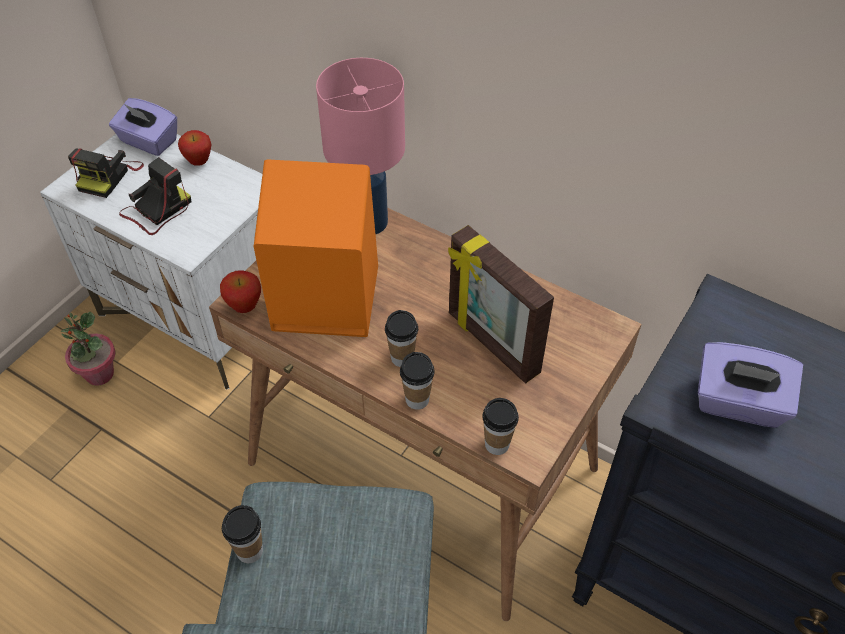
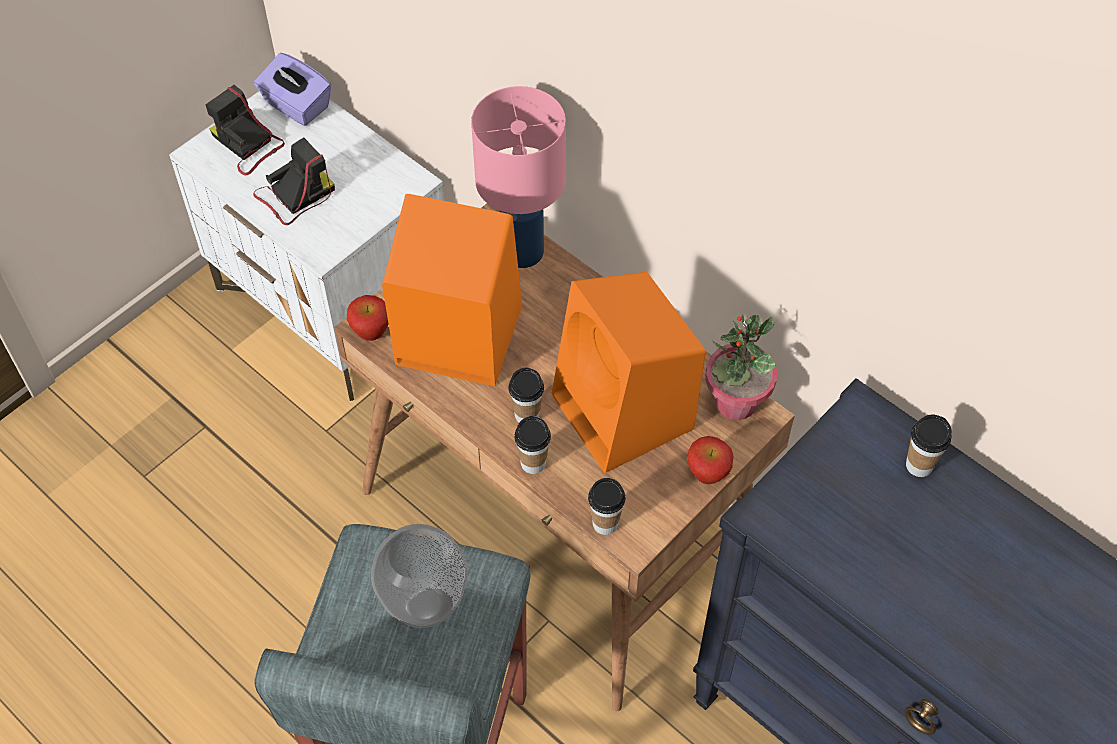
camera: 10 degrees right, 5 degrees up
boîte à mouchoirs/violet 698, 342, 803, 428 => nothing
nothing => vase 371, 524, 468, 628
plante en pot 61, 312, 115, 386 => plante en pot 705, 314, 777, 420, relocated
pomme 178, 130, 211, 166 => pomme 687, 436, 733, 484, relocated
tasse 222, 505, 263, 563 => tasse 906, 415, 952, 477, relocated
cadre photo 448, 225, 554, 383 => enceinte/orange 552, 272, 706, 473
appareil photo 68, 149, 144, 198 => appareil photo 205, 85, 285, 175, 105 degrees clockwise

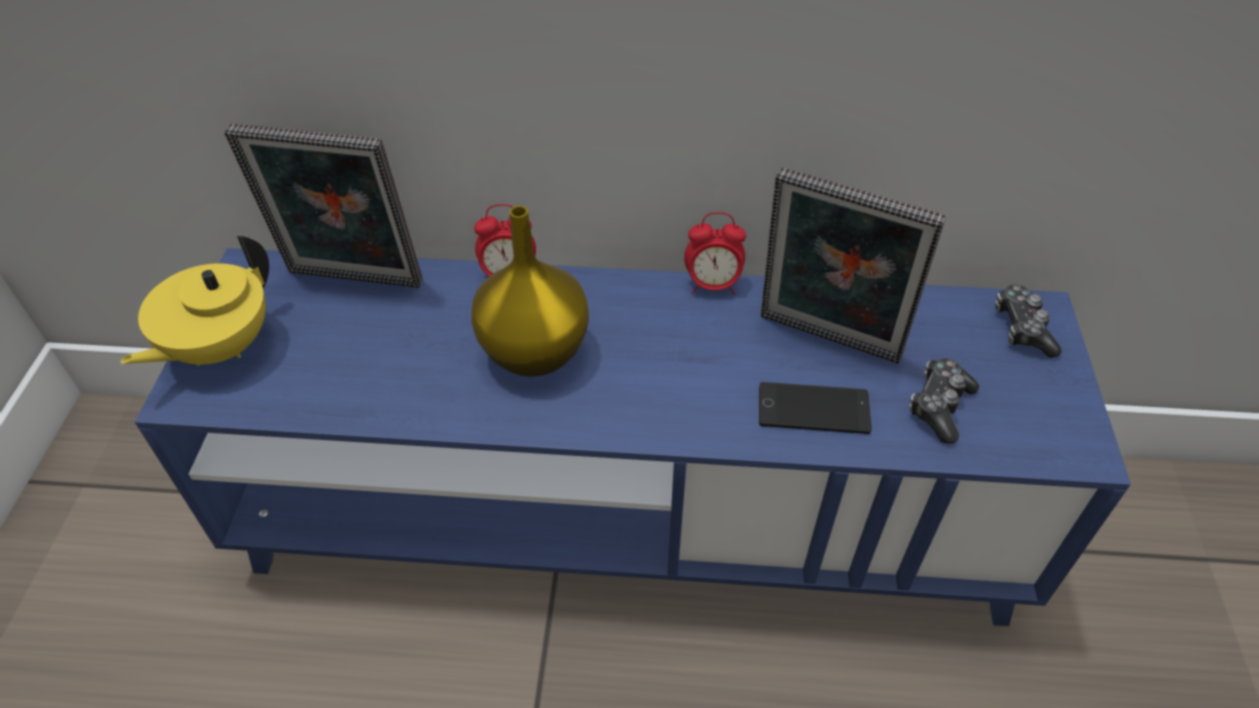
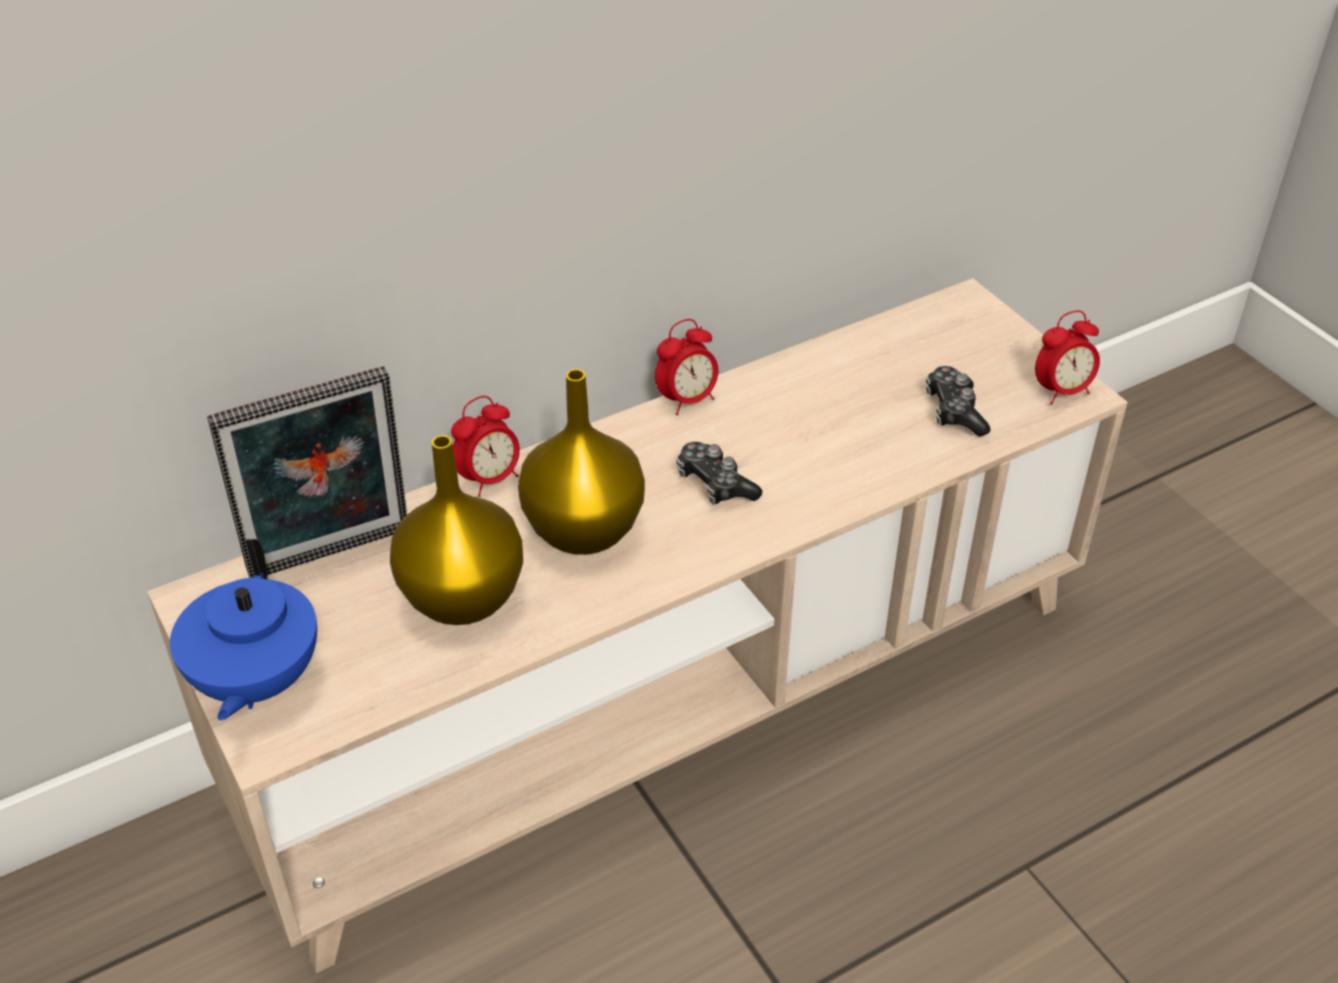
camera: 35 degrees left, 5 degrees down
téléphone 759, 382, 872, 434 => nothing
cadre photo 761, 167, 946, 364 => nothing
nothing => vase/jaune 390, 435, 523, 625
nothing => réveil 1035, 310, 1100, 405
manette 995, 284, 1062, 358 => manette 676, 442, 762, 504, relocated
théière/jaune 120, 236, 269, 366 => théière/bleu 170, 539, 317, 721
meuble télé/bleu 135, 248, 1131, 626 => meuble télé/beige 147, 278, 1128, 973

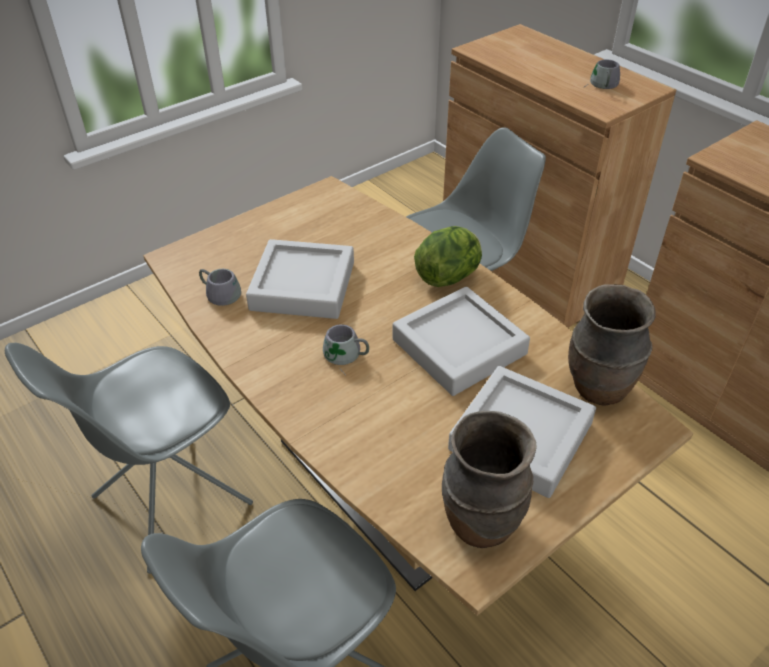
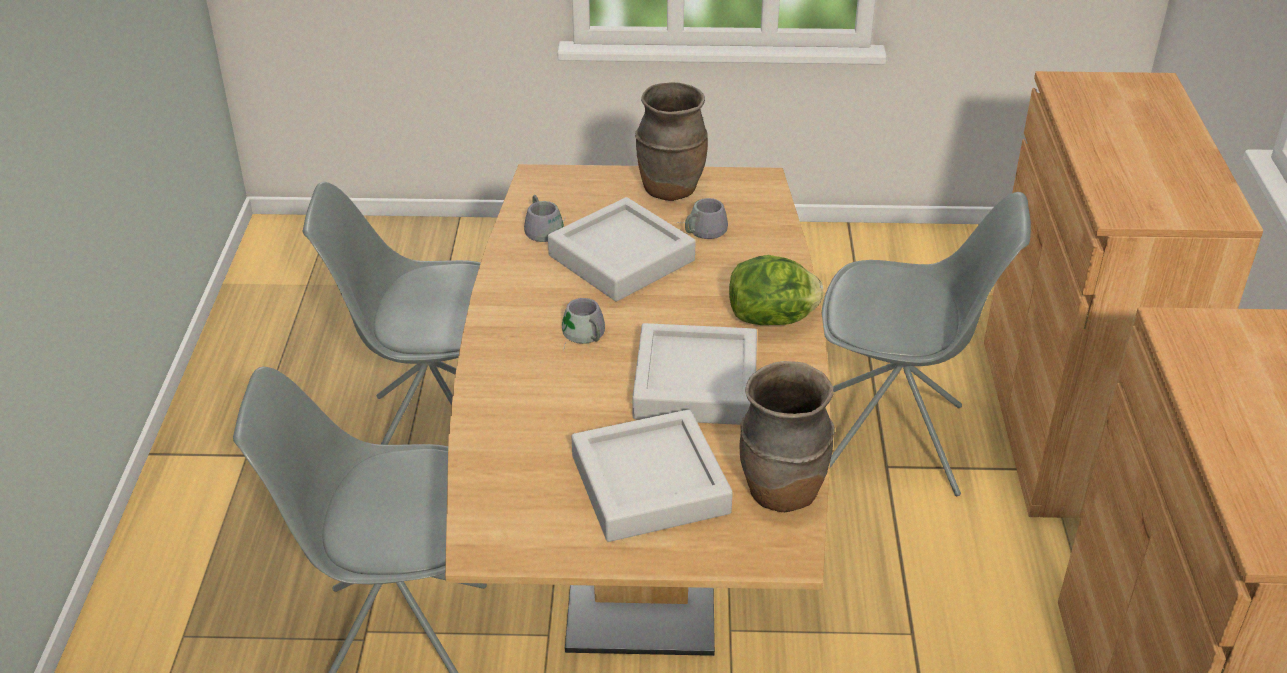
camera: 40 degrees right, 5 degrees down
vase/marron 442, 411, 537, 548 => vase/marron 635, 82, 708, 201, relocated
mug/gris 584, 59, 620, 89 => mug/gris 676, 198, 728, 239, relocated

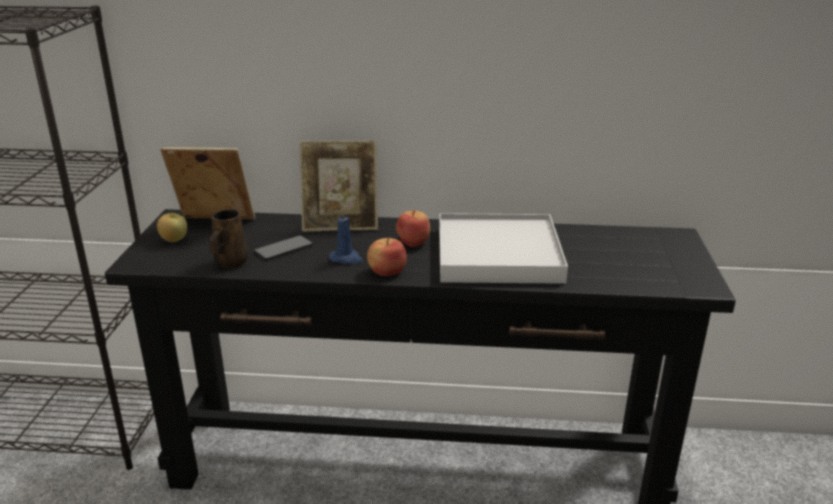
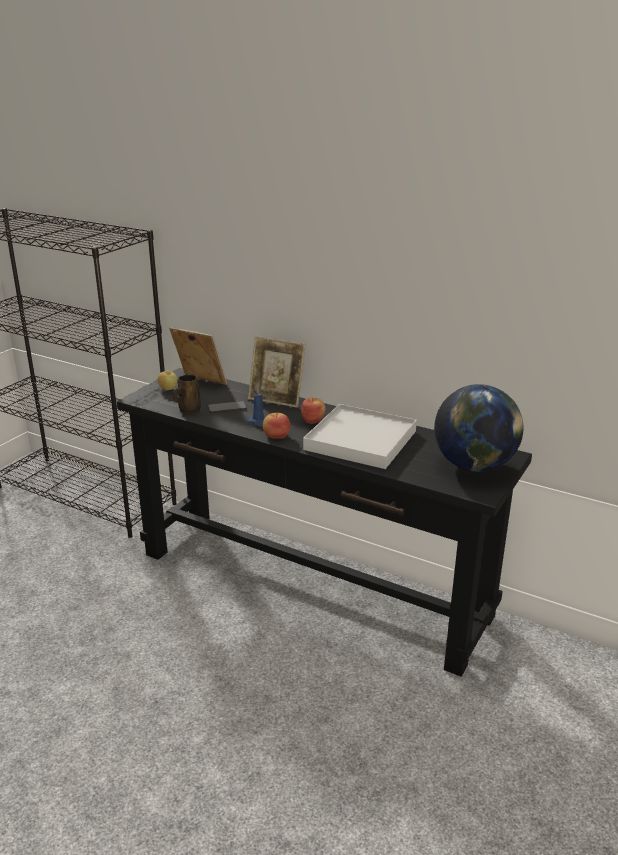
camera: 25 degrees right, 0 degrees up
nothing => globe 434, 384, 523, 472

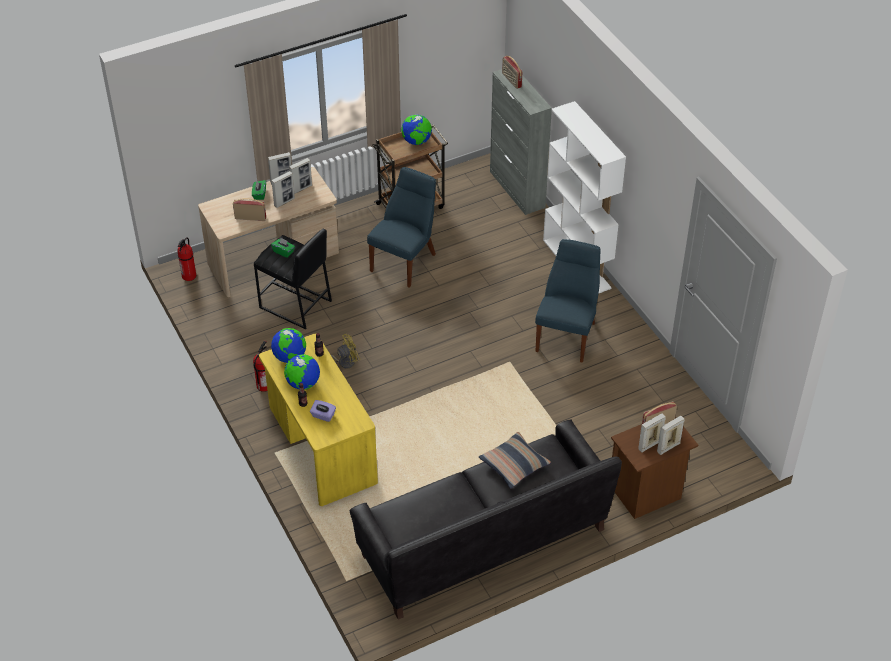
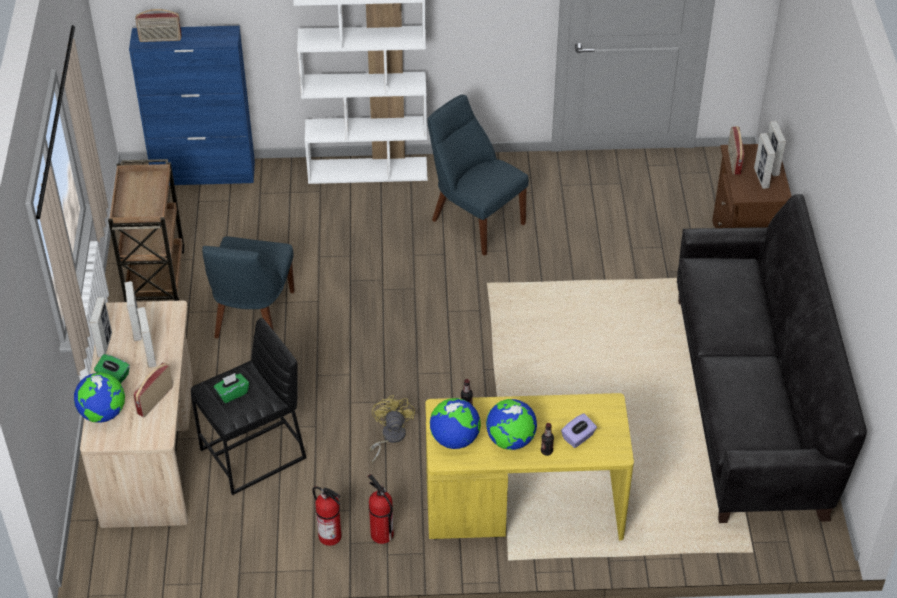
camera: 65 degrees left, 0 degrees up
coussin 479, 432, 551, 489 => nothing
extincteur 177, 237, 196, 281 => extincteur 312, 486, 341, 546, relocated
globe 401, 114, 432, 145 => globe 74, 372, 125, 423, relocated
meuble de rangement/gris 490, 69, 552, 215 => meuble de rangement/bleu 129, 26, 255, 185
chaise/bleu 367, 167, 436, 288 => chaise/bleu 202, 236, 295, 338, 135 degrees counterclockwise

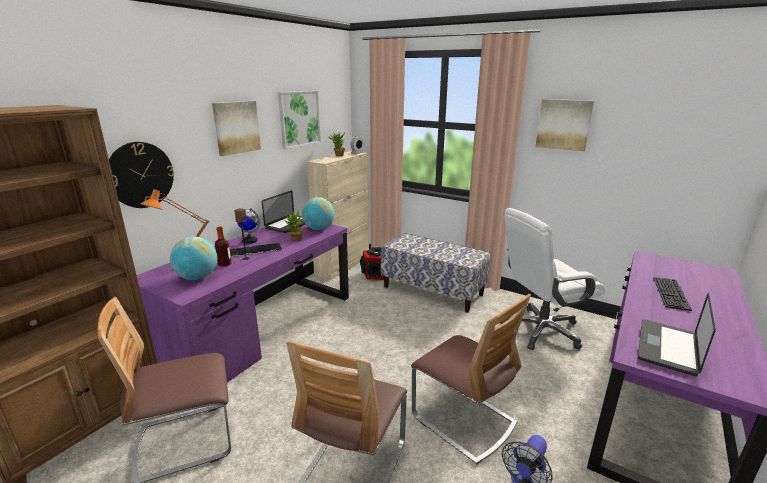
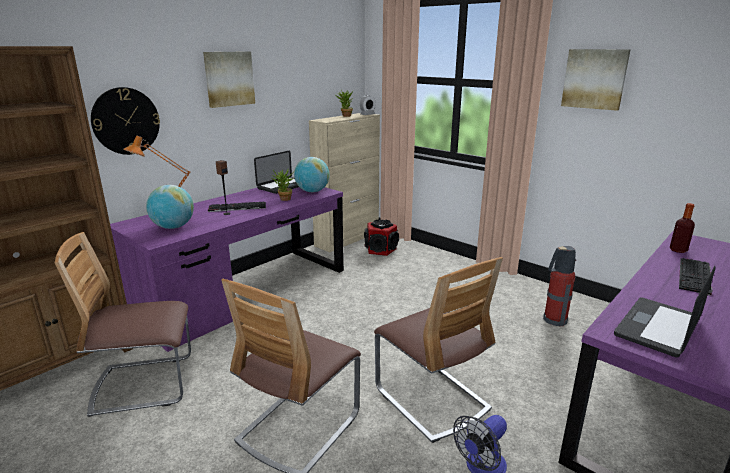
camera: 10 degrees right, 0 degrees up
globe 237, 208, 260, 244 => nothing
tableau 278, 91, 321, 150 => nothing
banc 381, 233, 490, 312 => nothing
bouteille 215, 227, 232, 267 => bouteille 670, 203, 695, 253, relocated
chaise de bureau/blanc 501, 208, 605, 350 => extincteur 543, 246, 577, 327

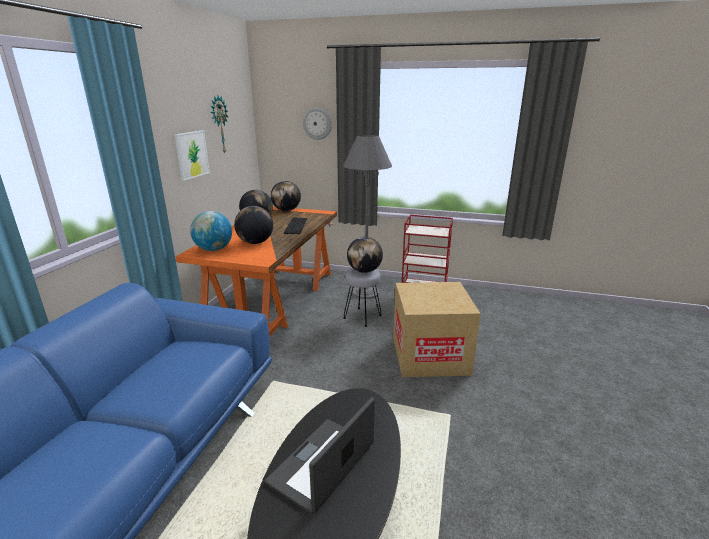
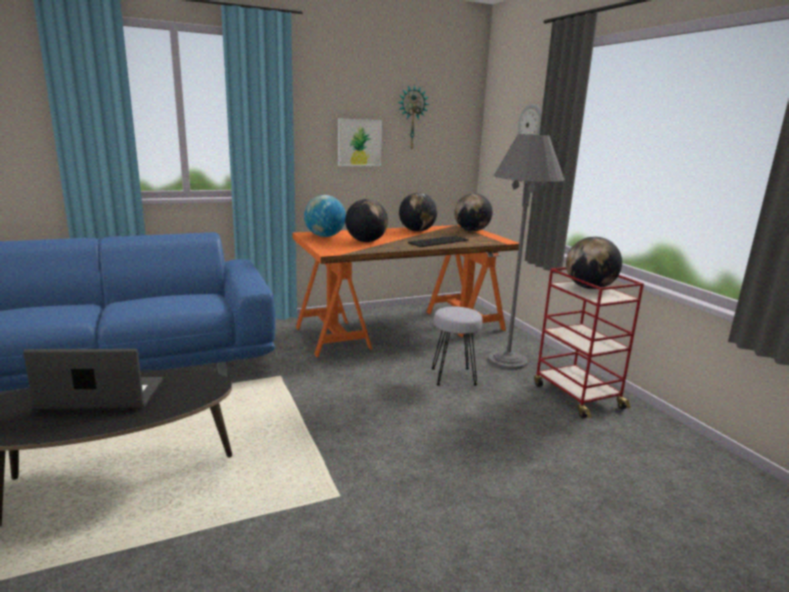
camera: 50 degrees right, 5 degrees down
carton 393, 282, 481, 377 => nothing
globe 347, 237, 383, 273 => globe 566, 237, 622, 289, relocated

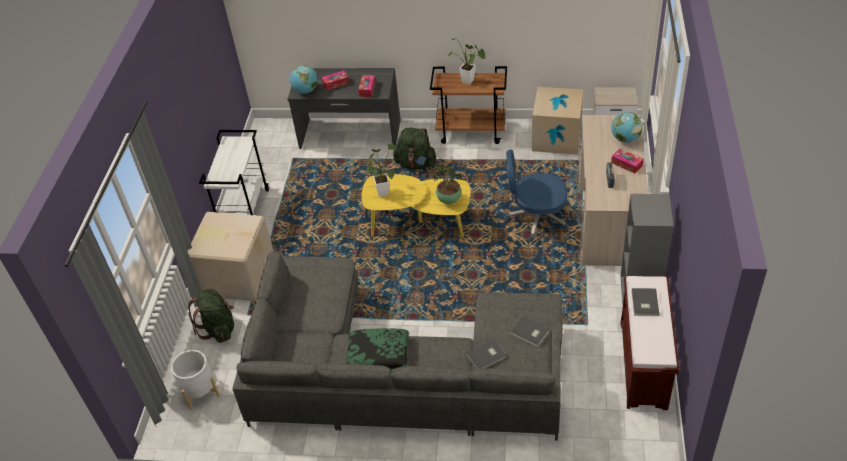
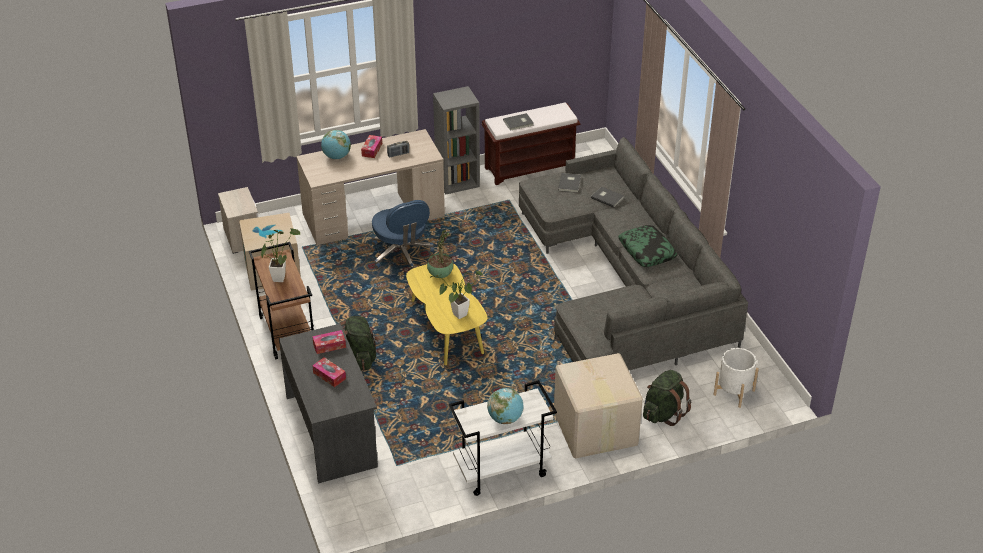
camera: 120 degrees left, 5 degrees down
globe 290, 65, 318, 93 => globe 487, 388, 523, 424, relocated

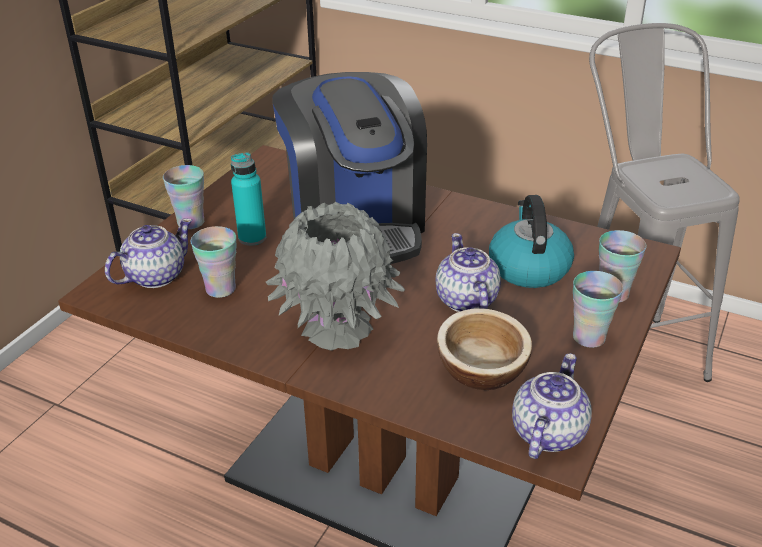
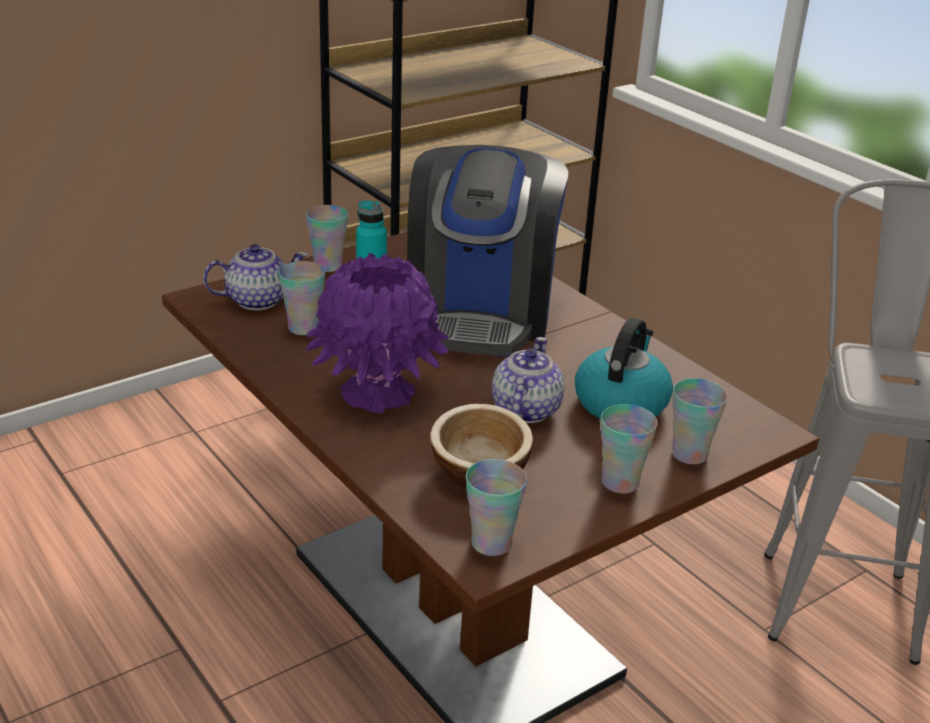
camera: 25 degrees right, 5 degrees down
théière 512, 353, 592, 459 => tasse 466, 459, 527, 556
vase/gris 266, 202, 405, 351 => vase/violet 305, 253, 450, 413

